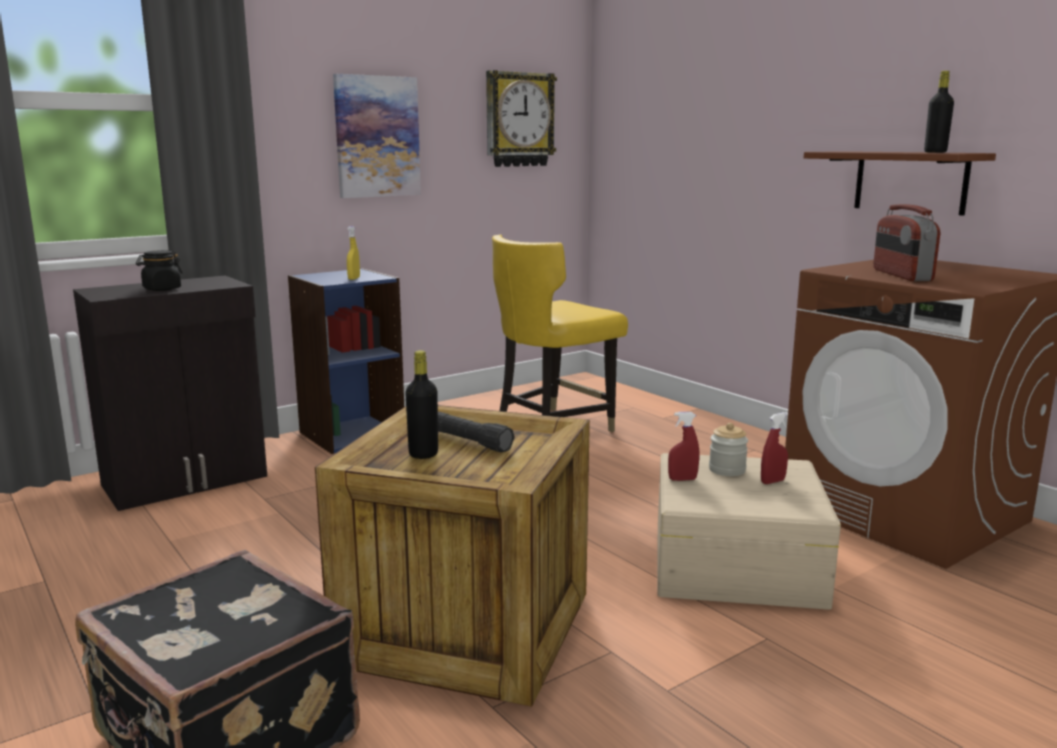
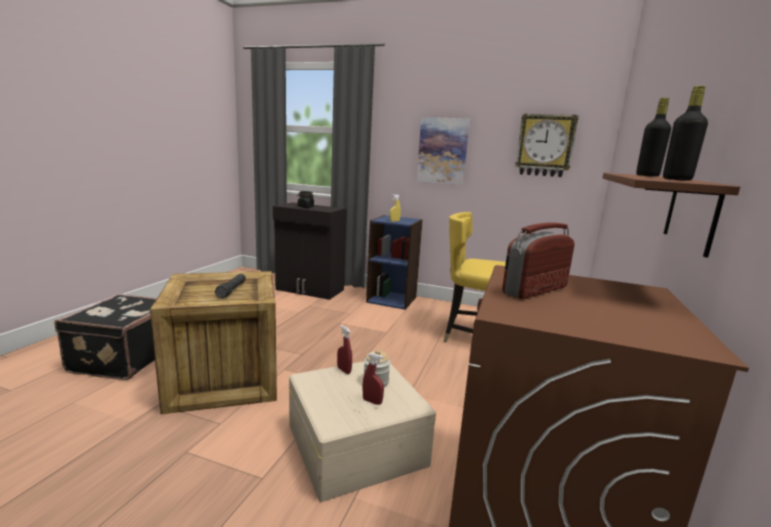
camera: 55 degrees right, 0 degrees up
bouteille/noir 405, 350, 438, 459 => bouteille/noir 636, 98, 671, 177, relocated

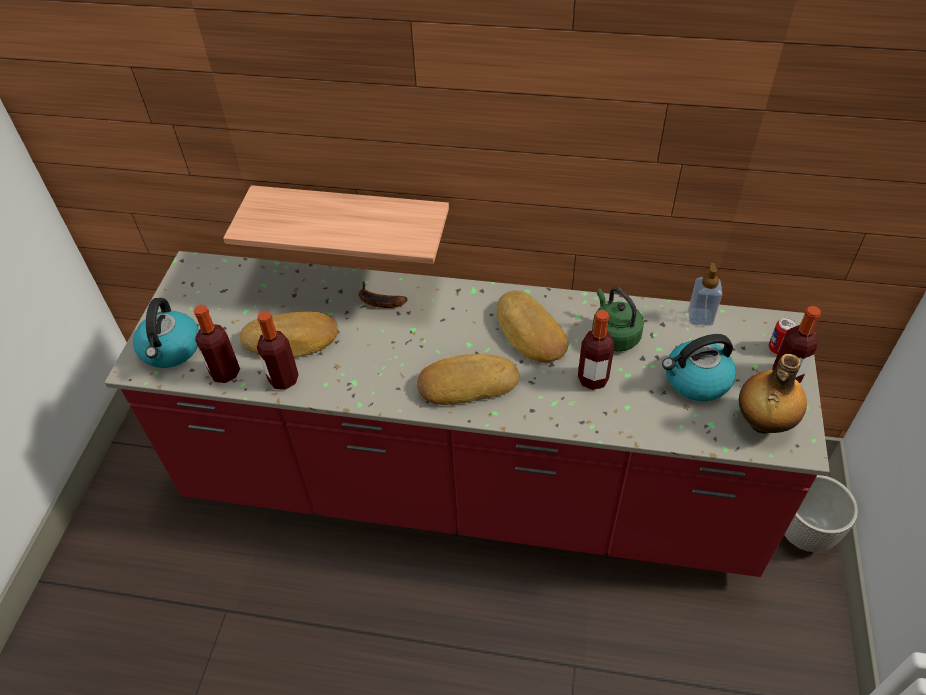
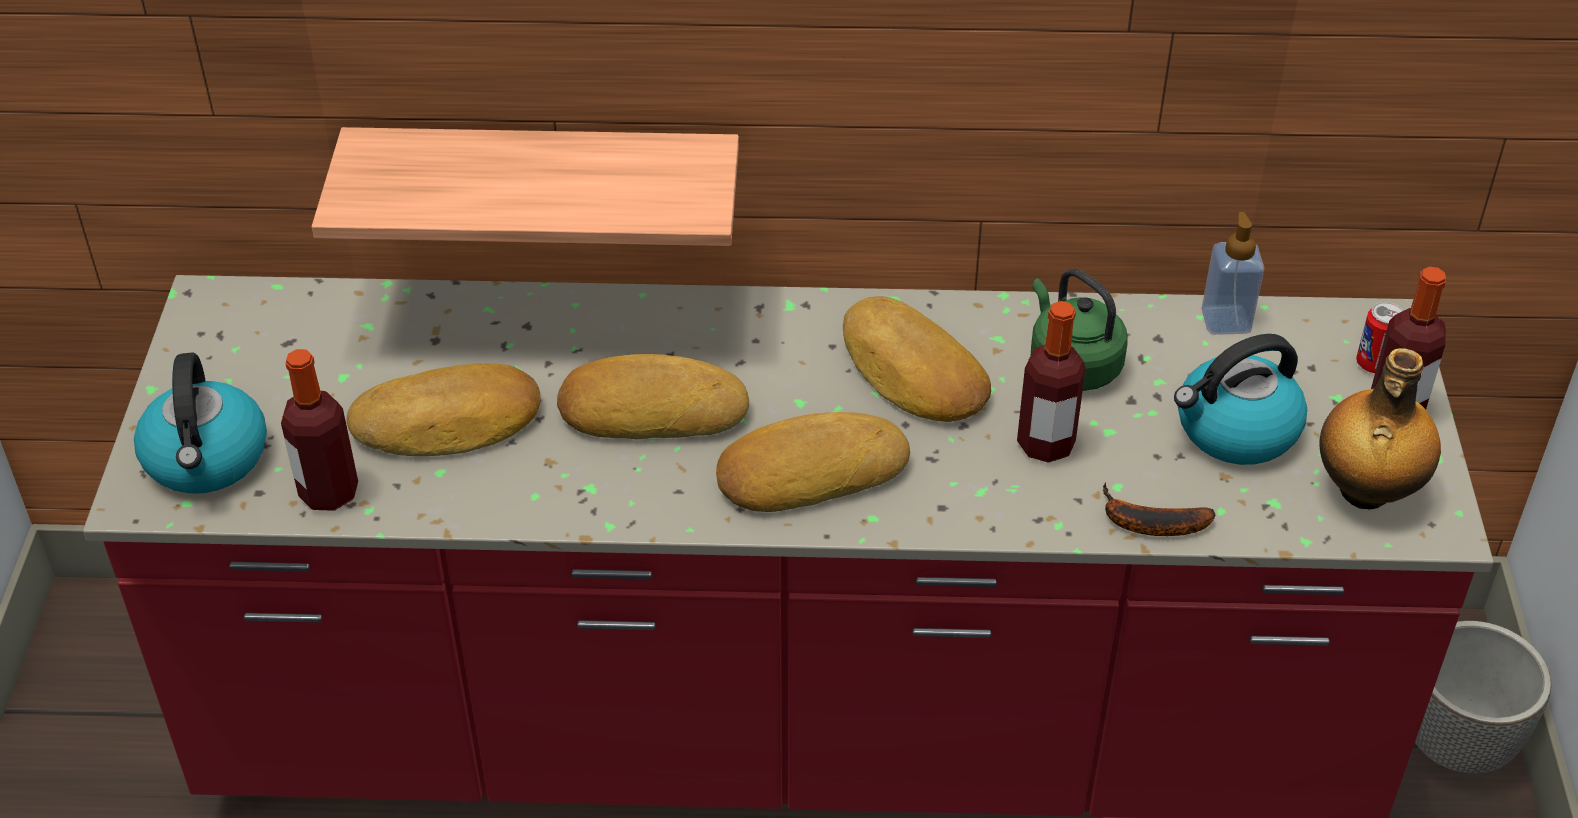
camera: 10 degrees left, 5 degrees down
bouteille 257, 311, 299, 390 => nothing
nothing => pain 557, 354, 749, 439
banane 359, 281, 407, 308 => banane 1103, 482, 1216, 536, relocated

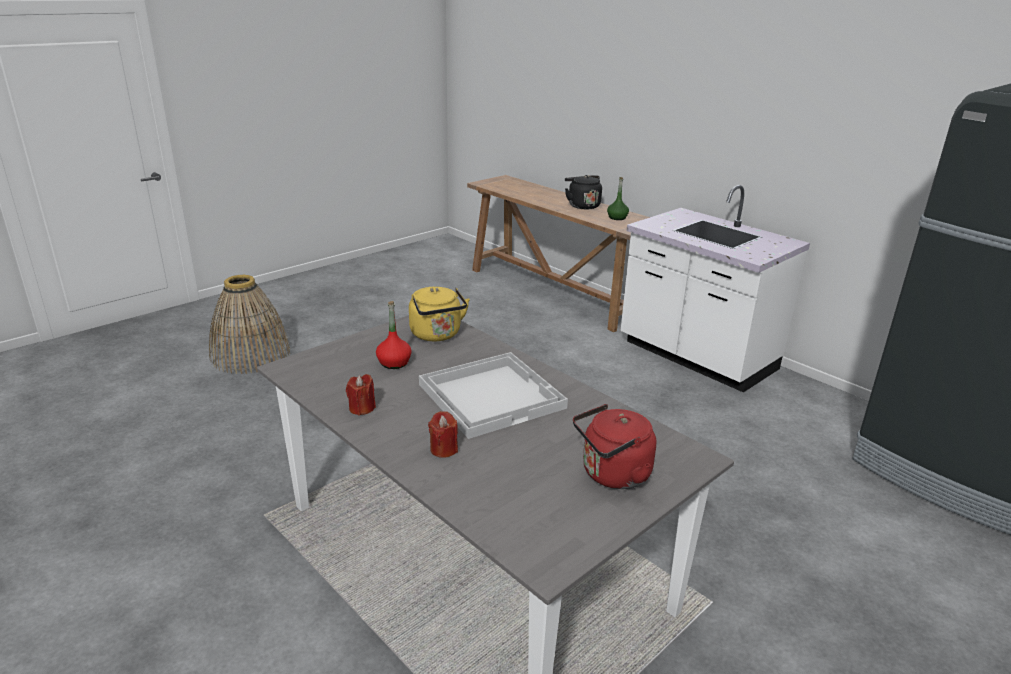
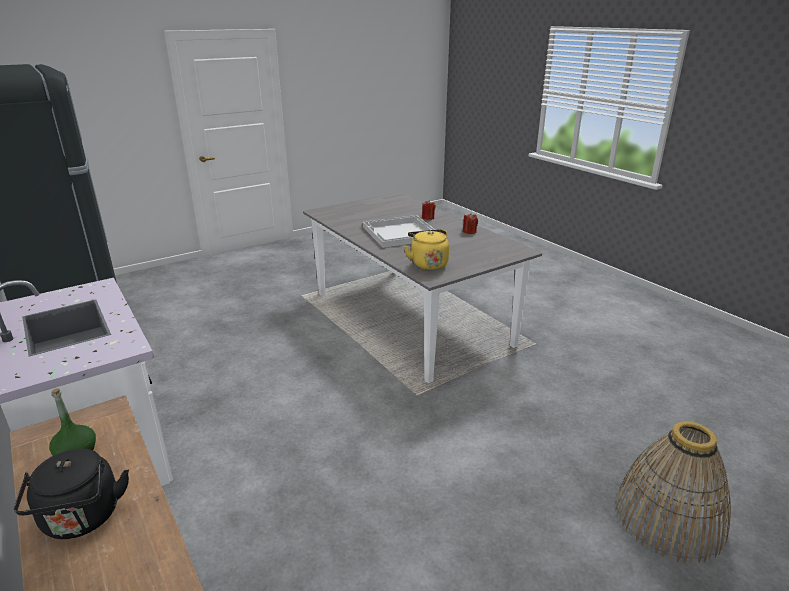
camera: 170 degrees left, 0 degrees up
bouteille/rouge 376, 301, 412, 369 => nothing
bouilloire/rouge 573, 404, 656, 489 => nothing

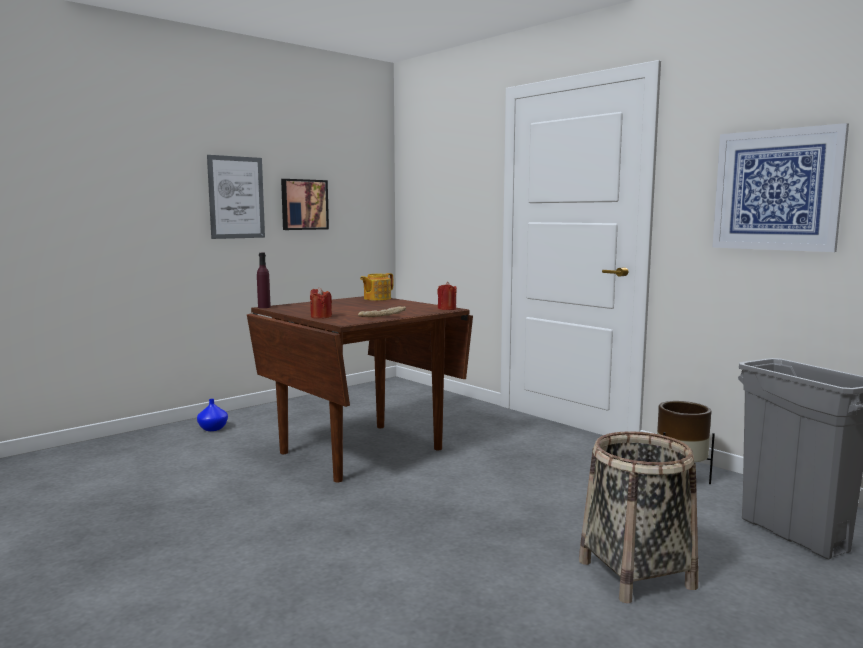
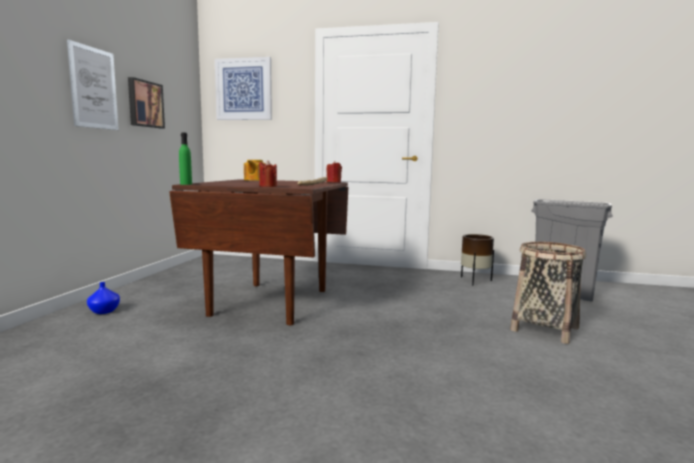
camera: 35 degrees left, 0 degrees up
tableau 712, 123, 849, 252 => tableau 215, 57, 272, 120, relocated
bouteille/violet 257, 253, 271, 308 => bouteille/vert 179, 133, 192, 185

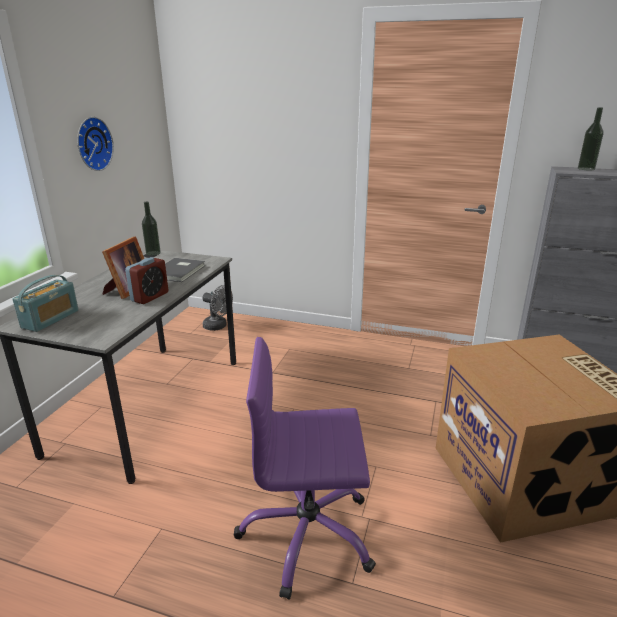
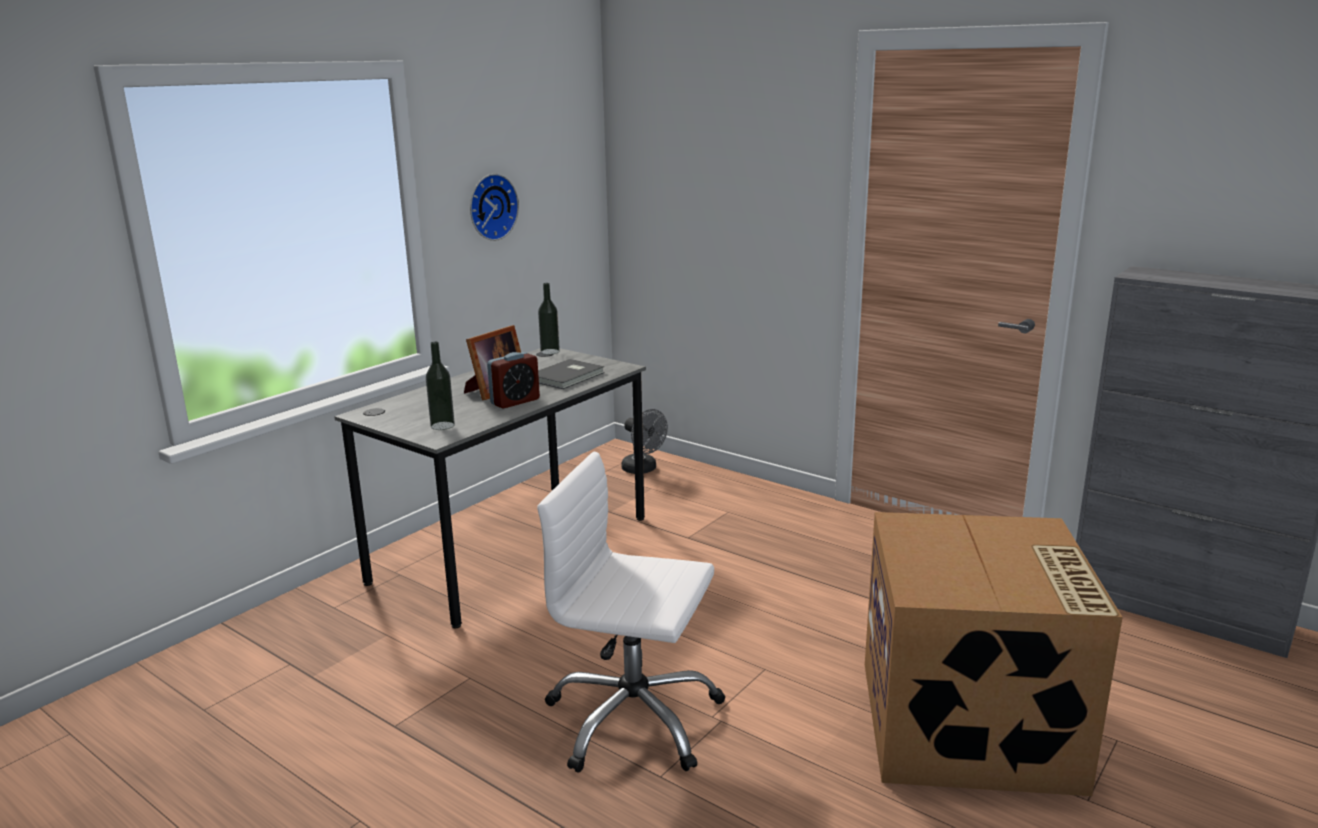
camera: 20 degrees right, 5 degrees down
radio 12, 275, 79, 332 => nothing
bouteille 578, 107, 603, 170 => bouteille 426, 342, 455, 430, relocated
chaise de bureau/violet 234, 337, 376, 600 => chaise de bureau/blanc 537, 451, 725, 773

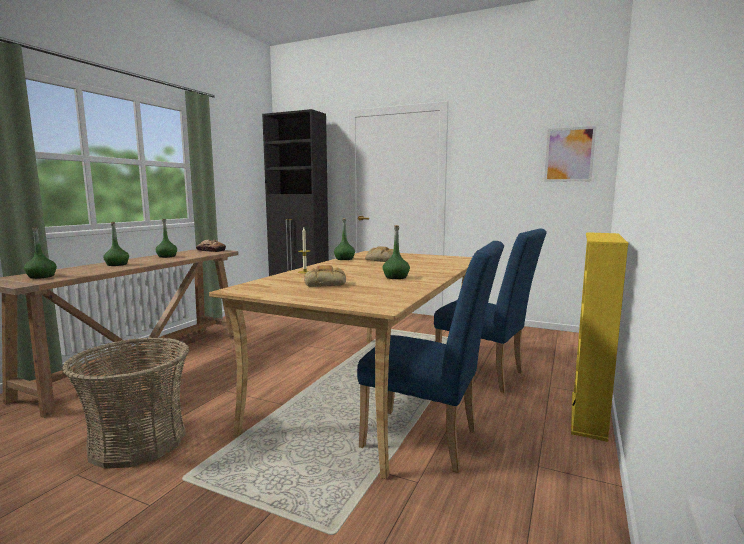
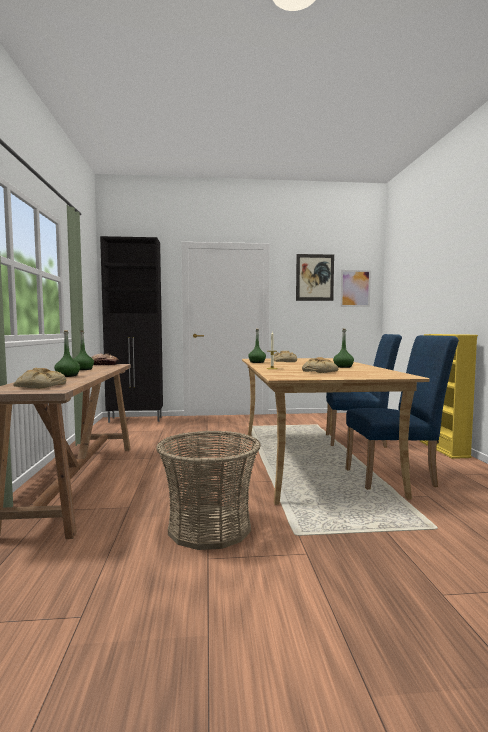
camera: 30 degrees left, 5 degrees down
nothing => tableau 296, 254, 334, 301
bouteille/vert 24, 227, 57, 279 => pain 13, 368, 66, 389

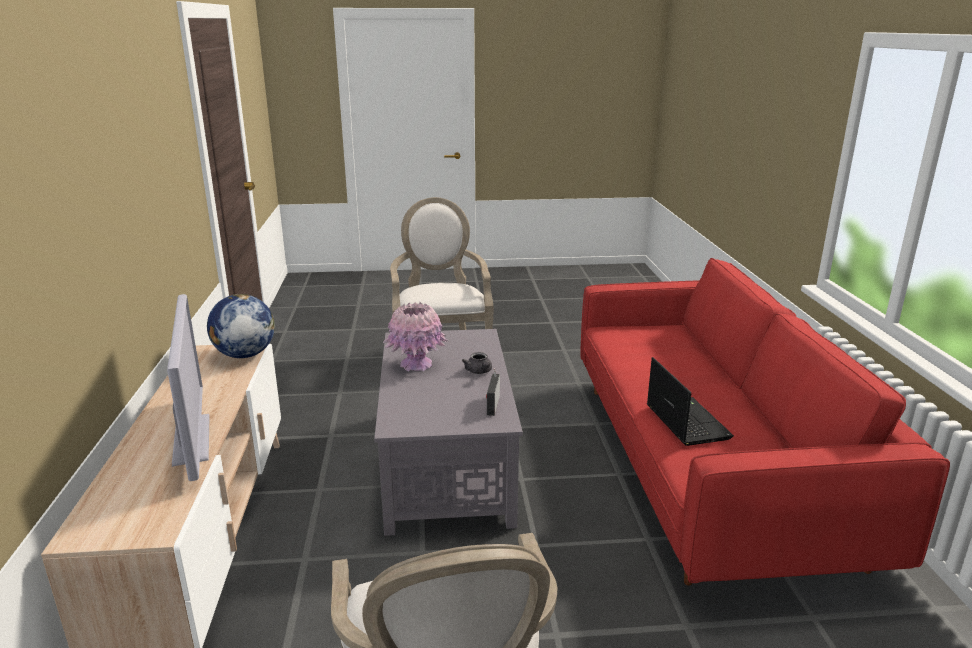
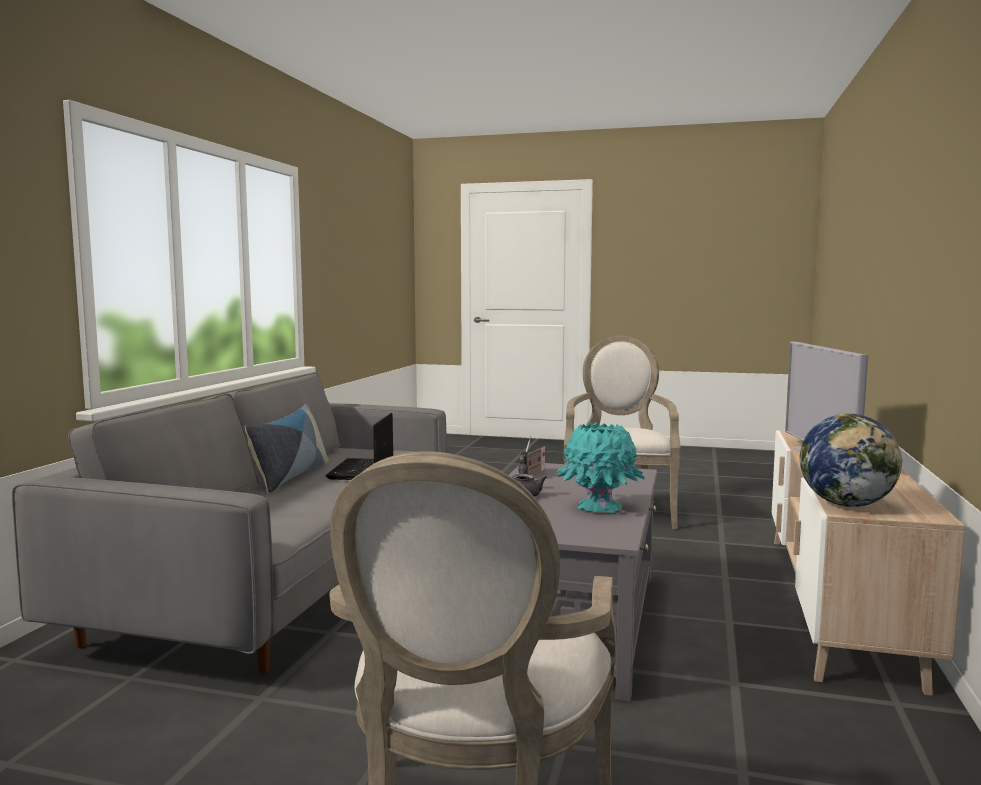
camera: 160 degrees left, 15 degrees down
nothing => coussin 245, 404, 329, 493
vase/rose 383, 302, 448, 371 => vase/turquoise 557, 422, 645, 514
canapé/rouge 580, 258, 950, 586 => canapé/gris 12, 373, 447, 674

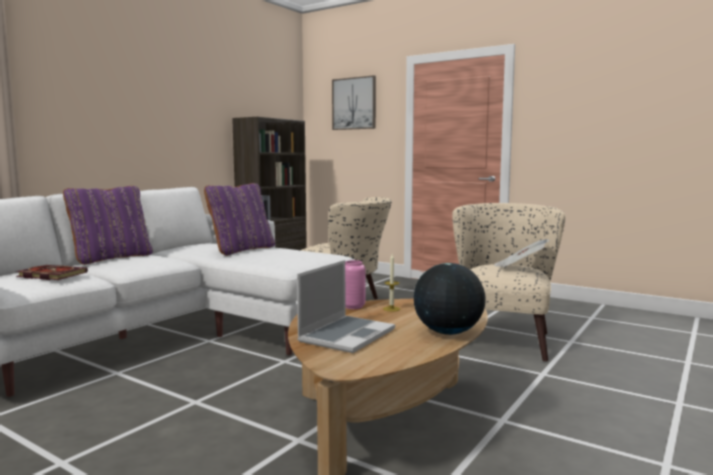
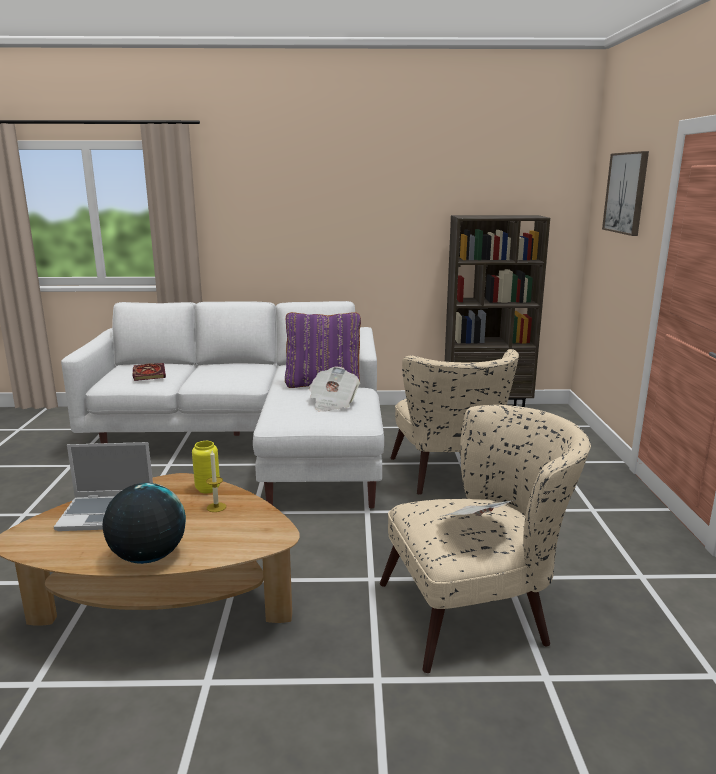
camera: 55 degrees right, 10 degrees up
coussin/violet 63, 186, 153, 265 => nothing
nothing => journal 309, 367, 360, 412
vase/rose 345, 260, 365, 309 => vase/jaune 192, 441, 220, 493

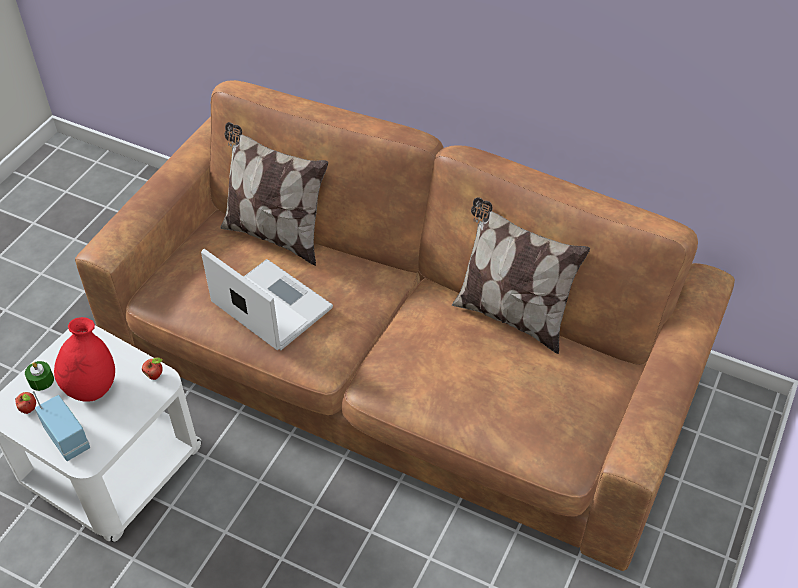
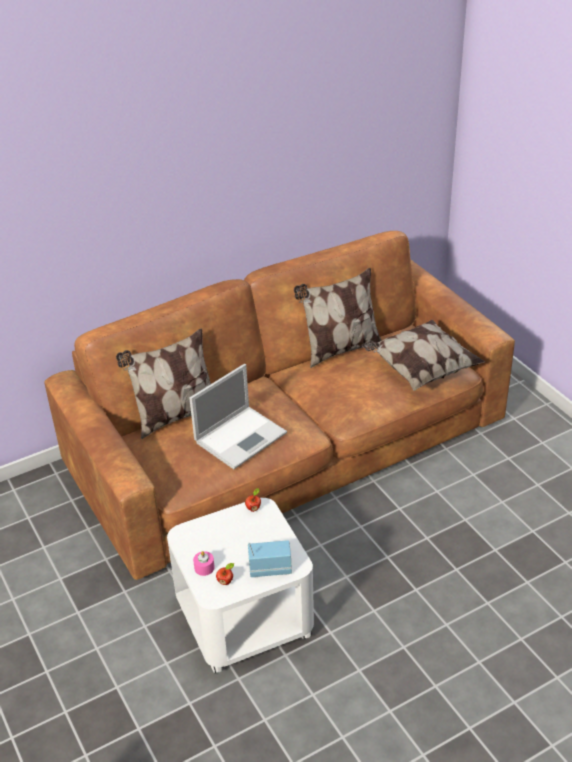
camera: 55 degrees left, 10 degrees down
vase/rouge 54, 317, 115, 402 => nothing
nothing => coussin 362, 320, 485, 391
bougie/vert 25, 361, 54, 391 => bougie/rose 193, 551, 215, 576
ordinateur portable 201, 249, 333, 350 => ordinateur portable 189, 364, 287, 469, 150 degrees clockwise

